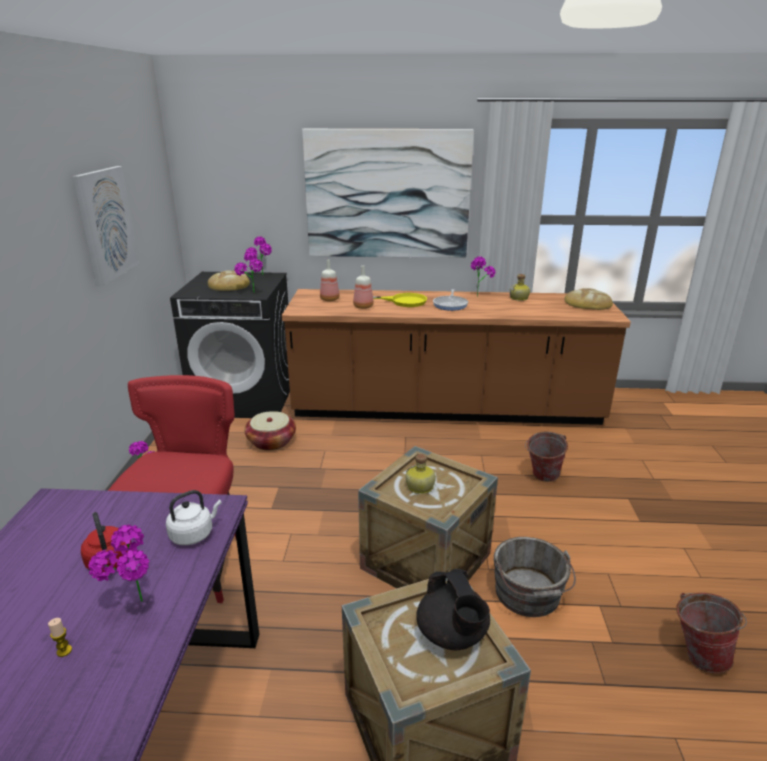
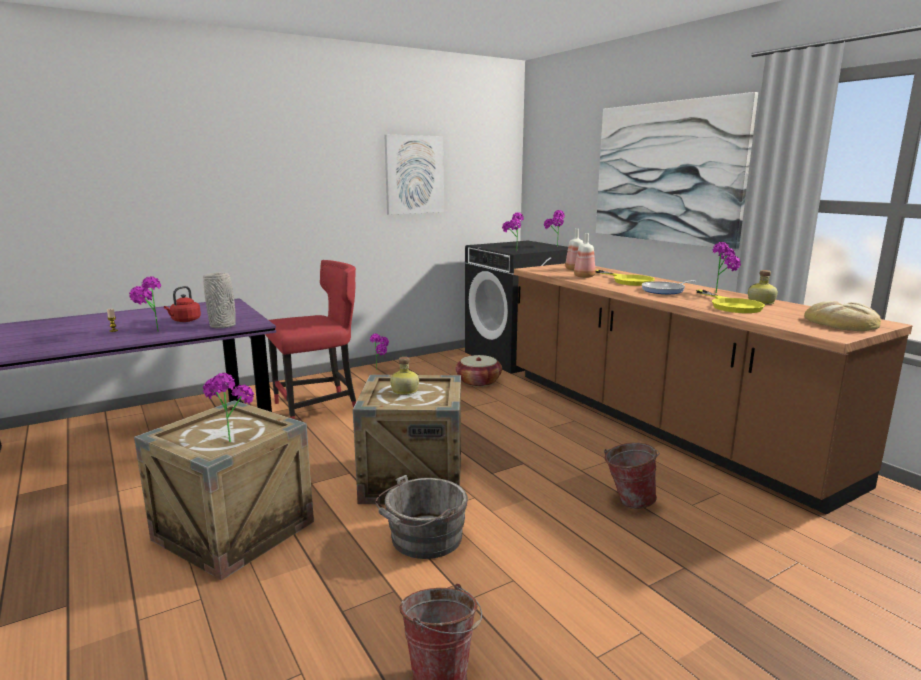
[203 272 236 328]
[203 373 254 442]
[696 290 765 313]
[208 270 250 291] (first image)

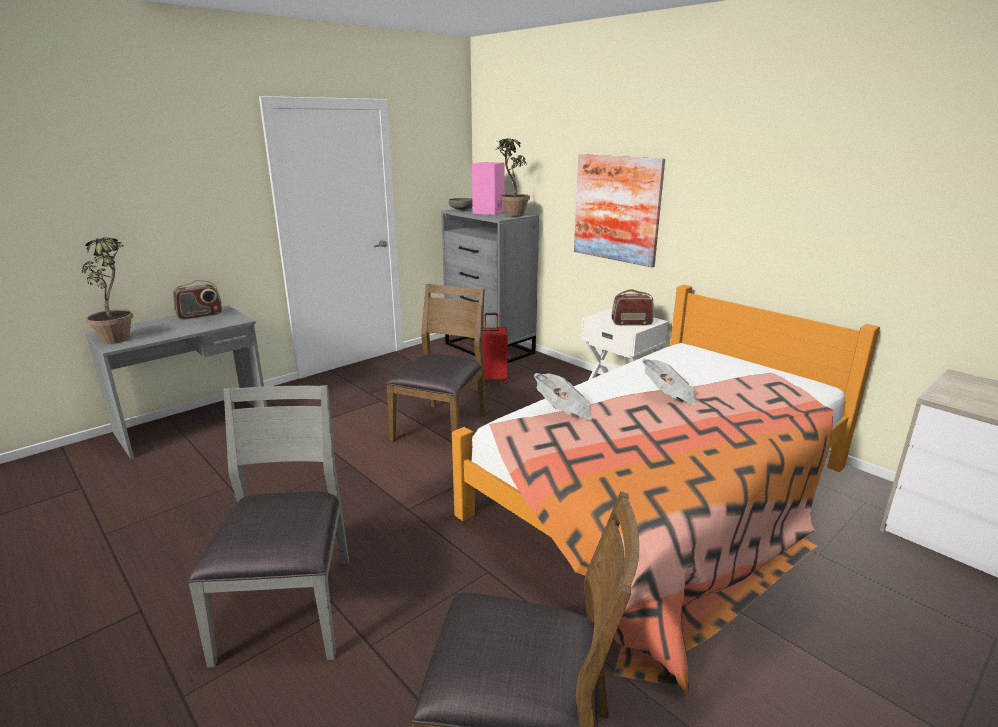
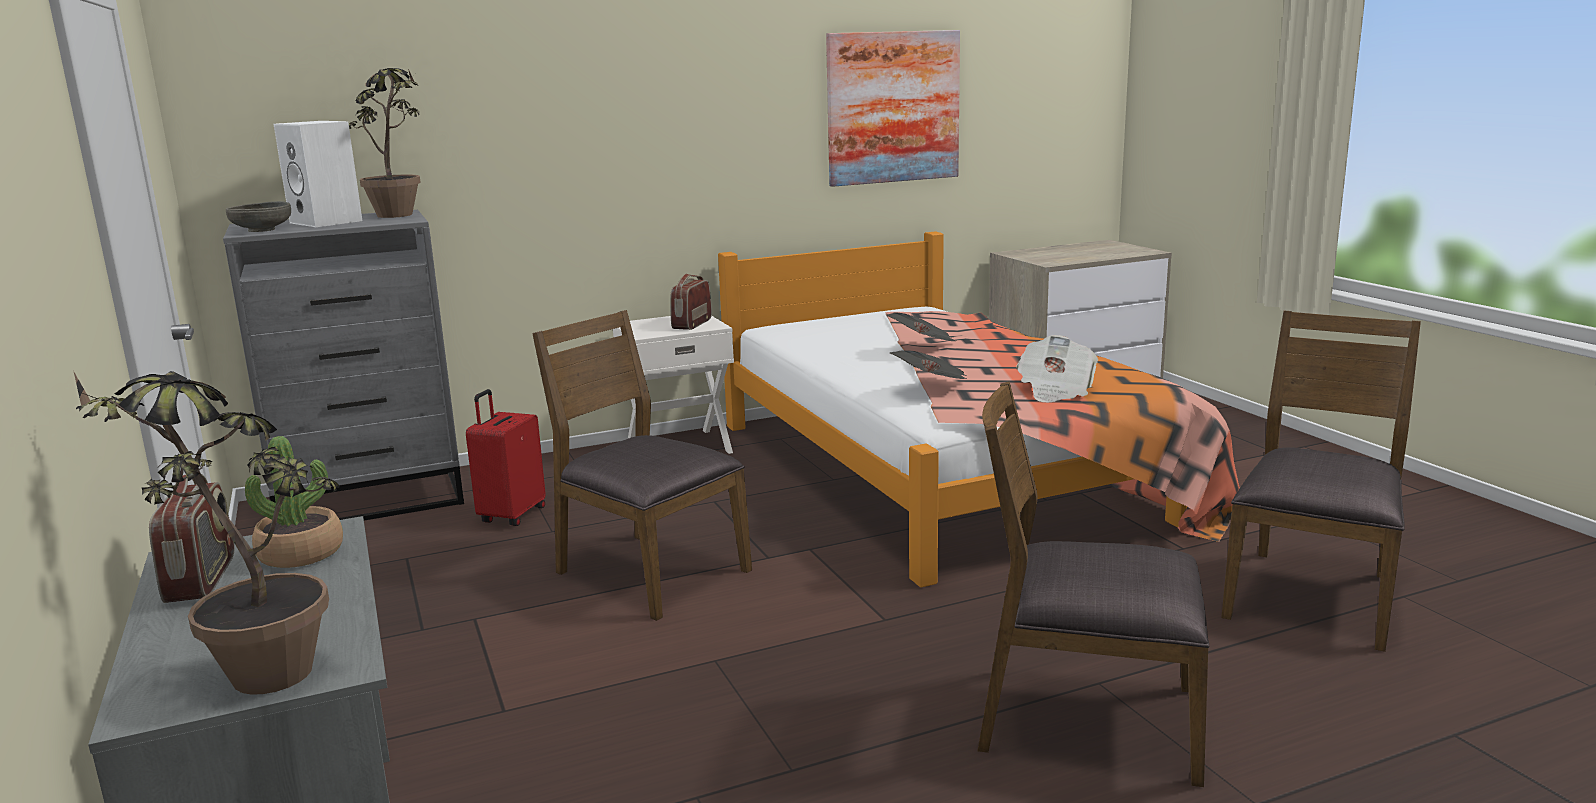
[245 436 343 568]
[273 121 363 227]
[826 30 960 187]
[977 381 1209 787]
[1016 335 1098 402]

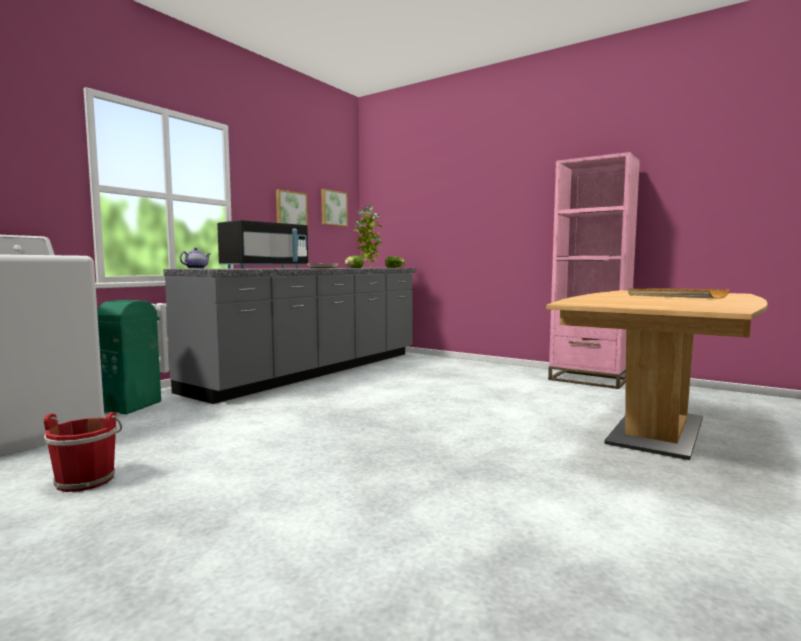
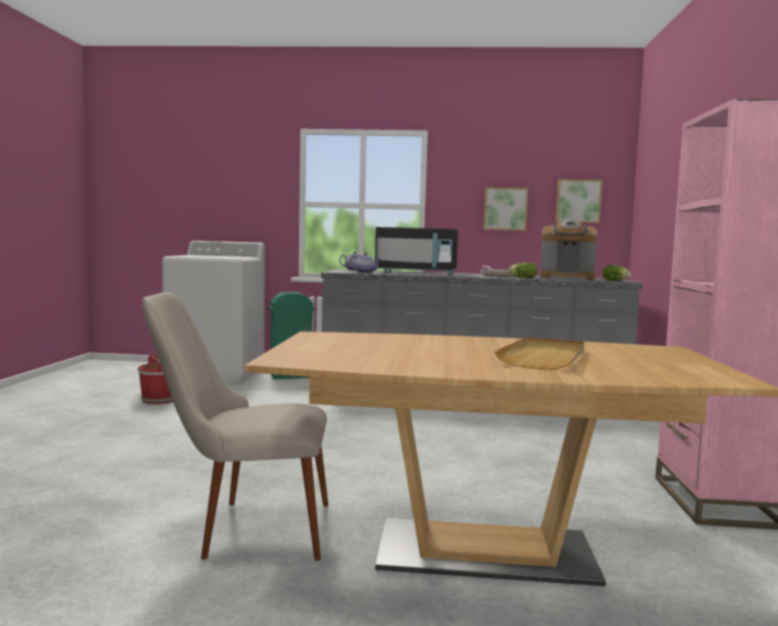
[142 293 328 561]
[350 253 381 273]
[540 220 597 280]

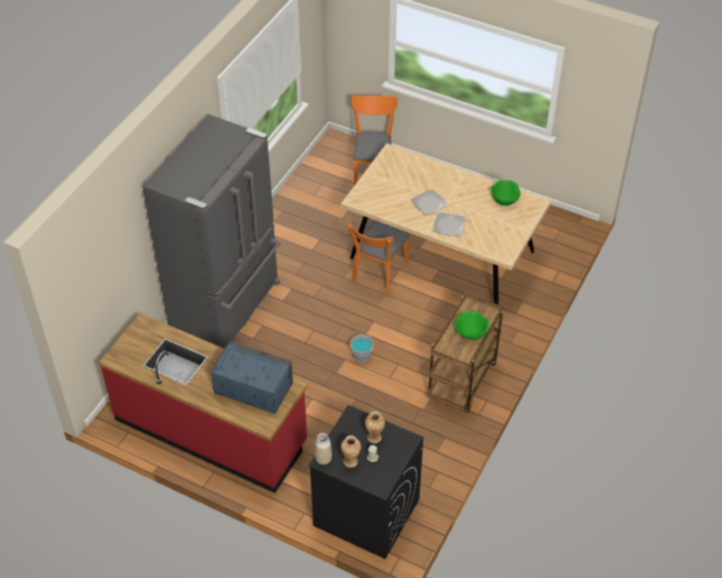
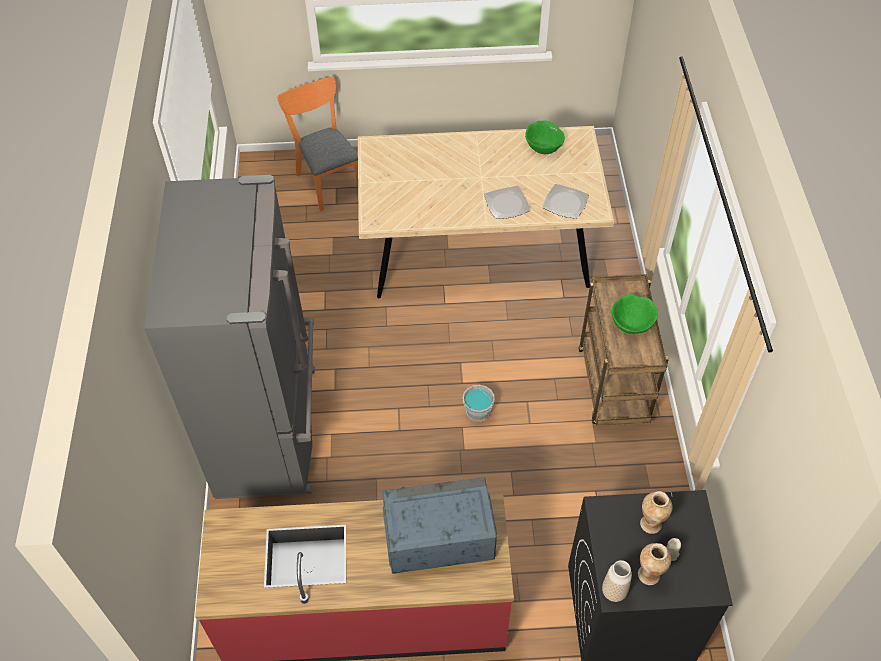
[543 184 589 219]
[347 221 410 294] (first image)

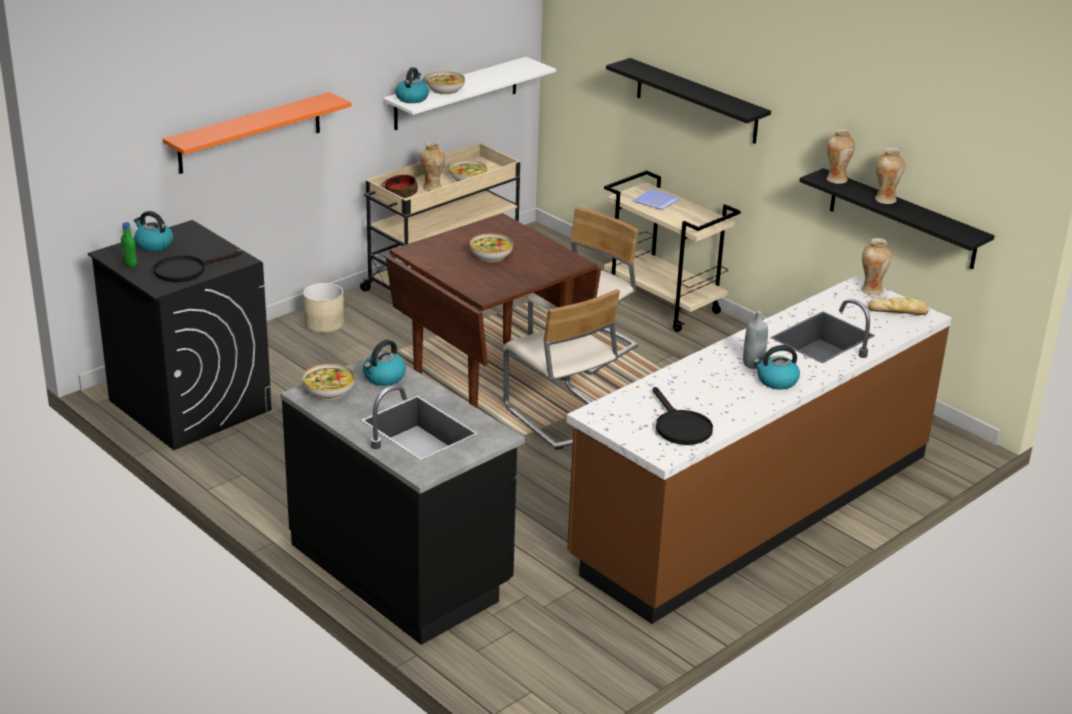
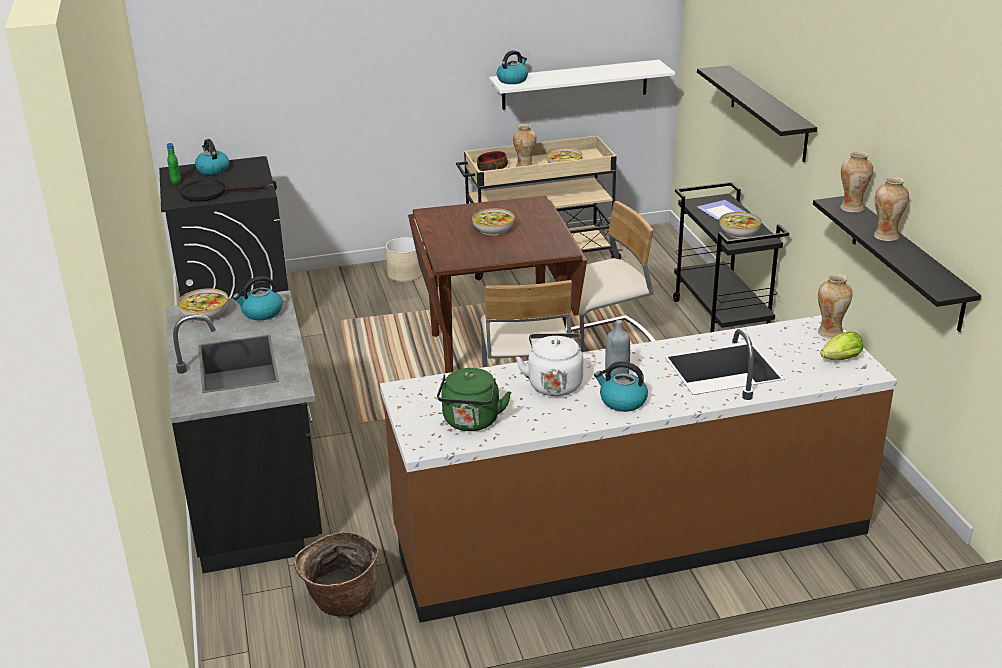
[294 532 380 617]
[437 368 511 431]
[516 333 583 396]
[673 182 789 332]
[720 212 762 238]
[820 331 863 360]
[163 92 352 174] (first image)

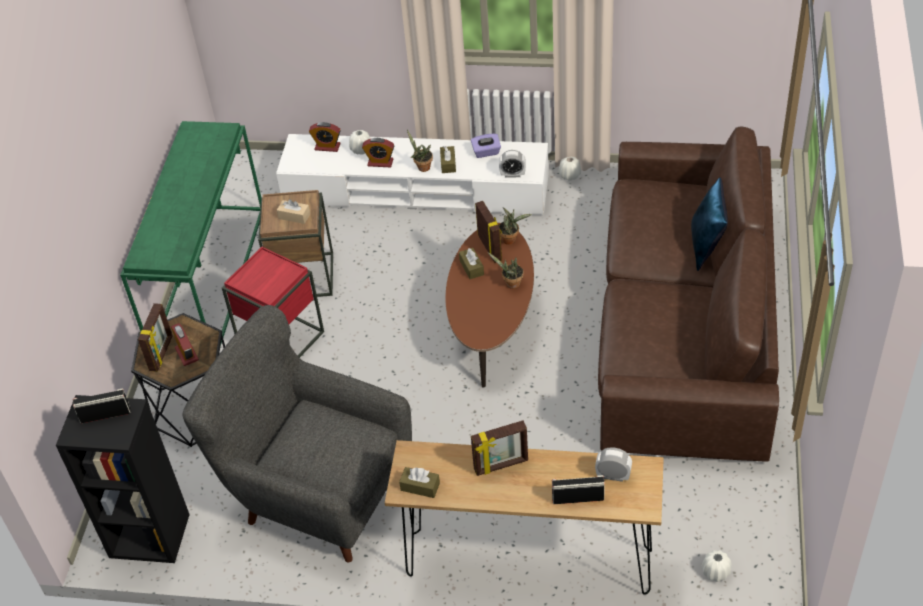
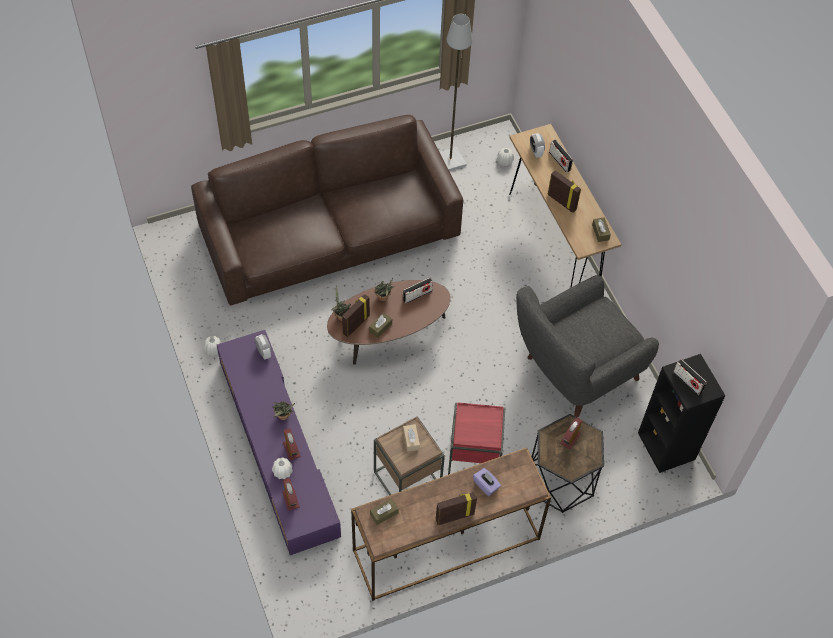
[217 330 341 555]
[351 448 551 601]
[370 498 399 525]
[403 277 433 304]
[436 492 477 525]
[440 14 473 171]
[473 468 501 496]
[516 275 659 417]
[691 177 728 271] (first image)

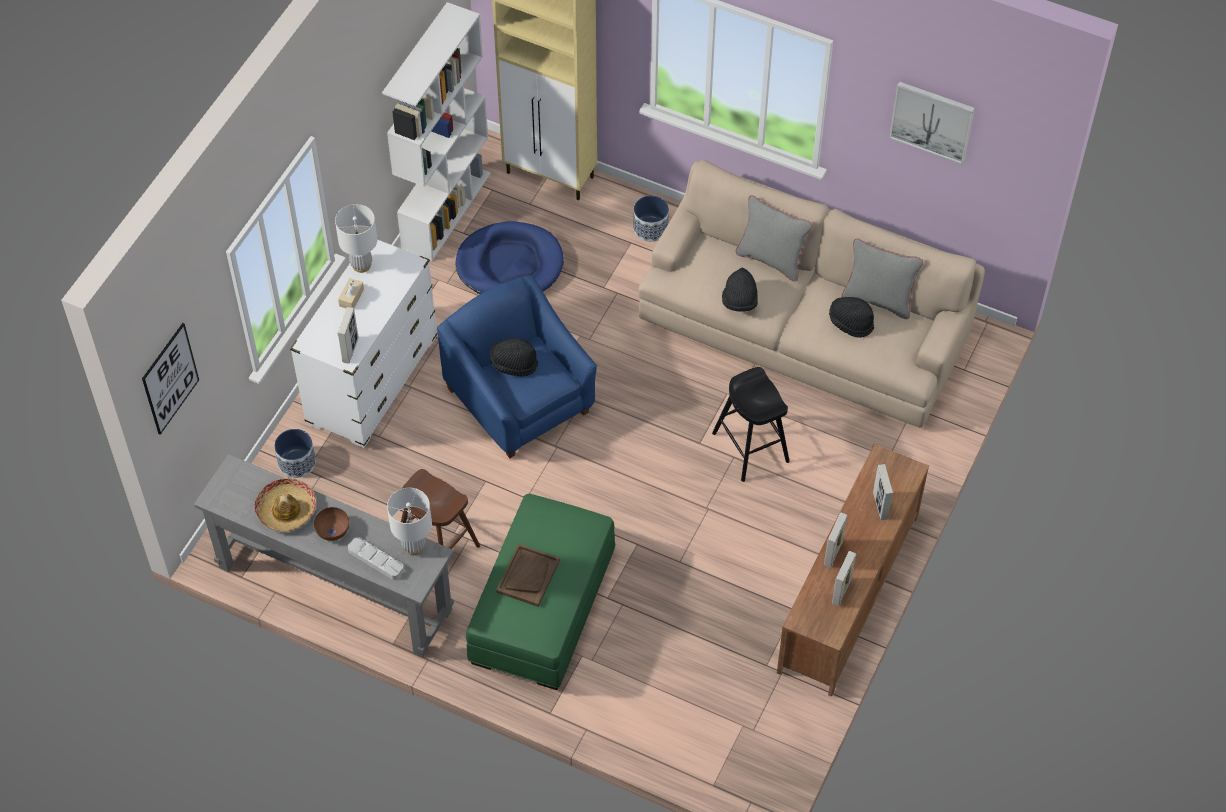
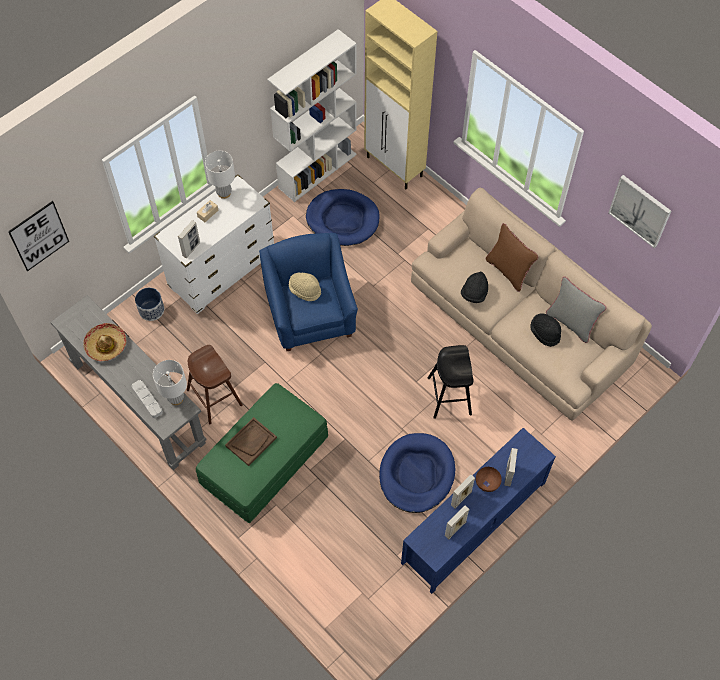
[289 273 321 301]
[379 433 455 513]
[401 428 556 594]
[476 467 502 492]
[486 223 538 292]
[633 195 669 242] (first image)

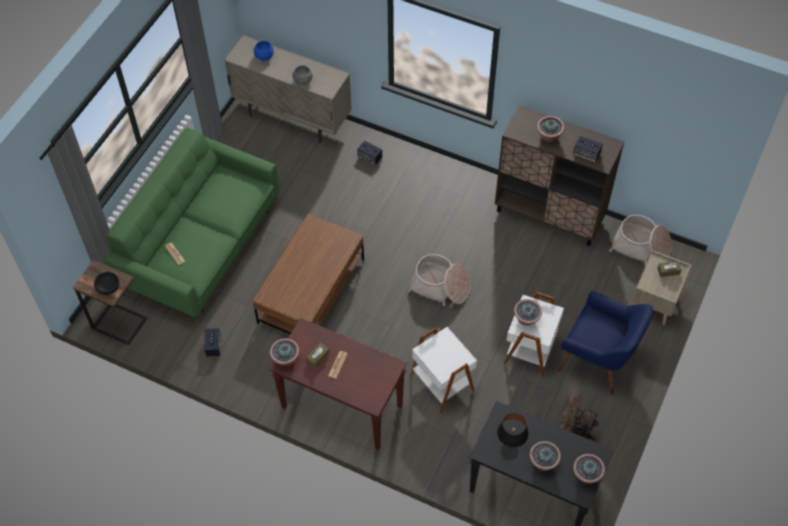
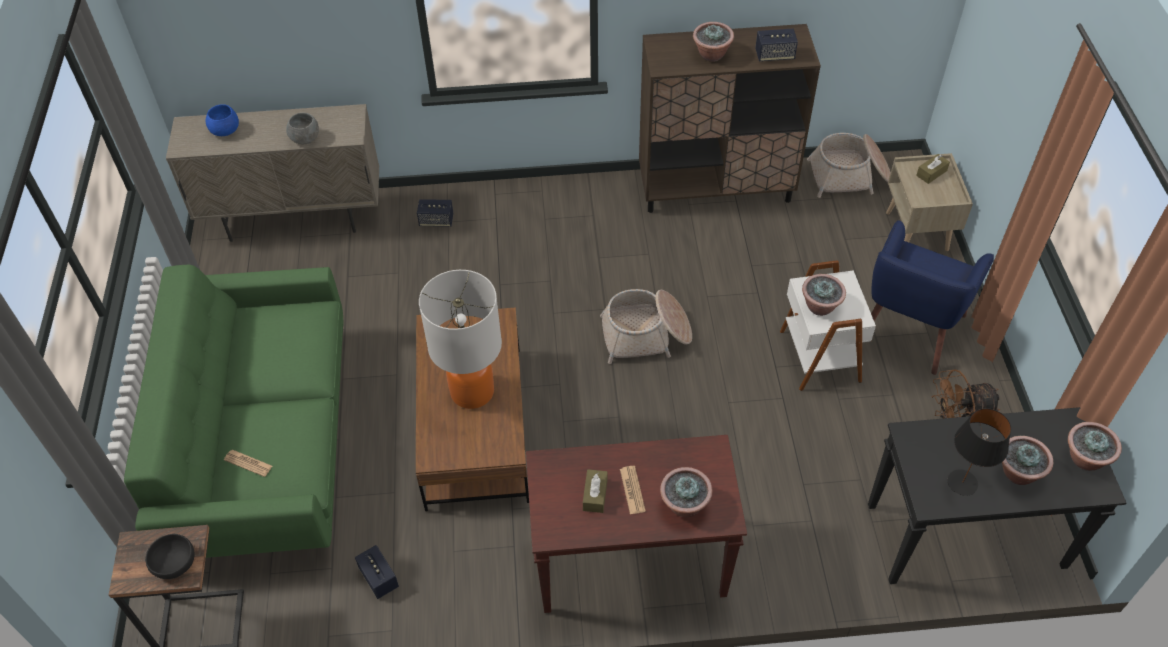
[419 270 502 409]
[660 467 713 517]
[871 220 994 375]
[410 327 477 413] (first image)

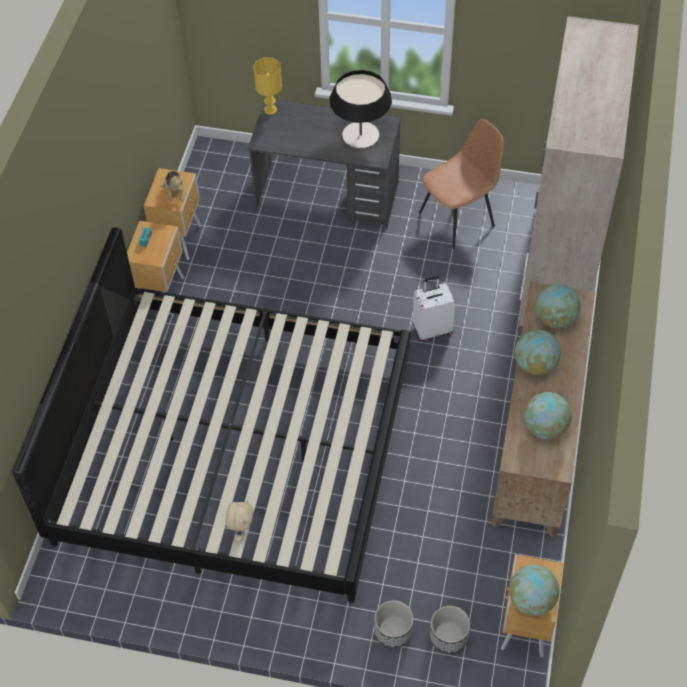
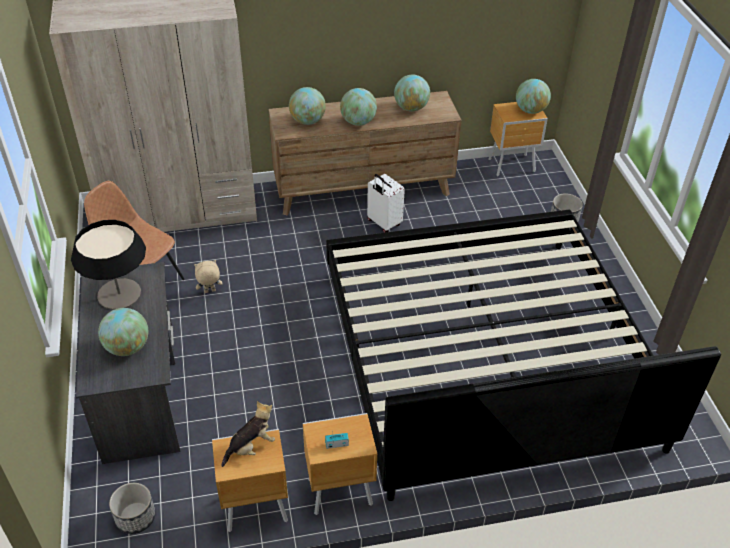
[98 308 148 356]
[109 483 155 534]
[194 260 223 293]
[367 174 405 232]
[253 57 282 115] (first image)

